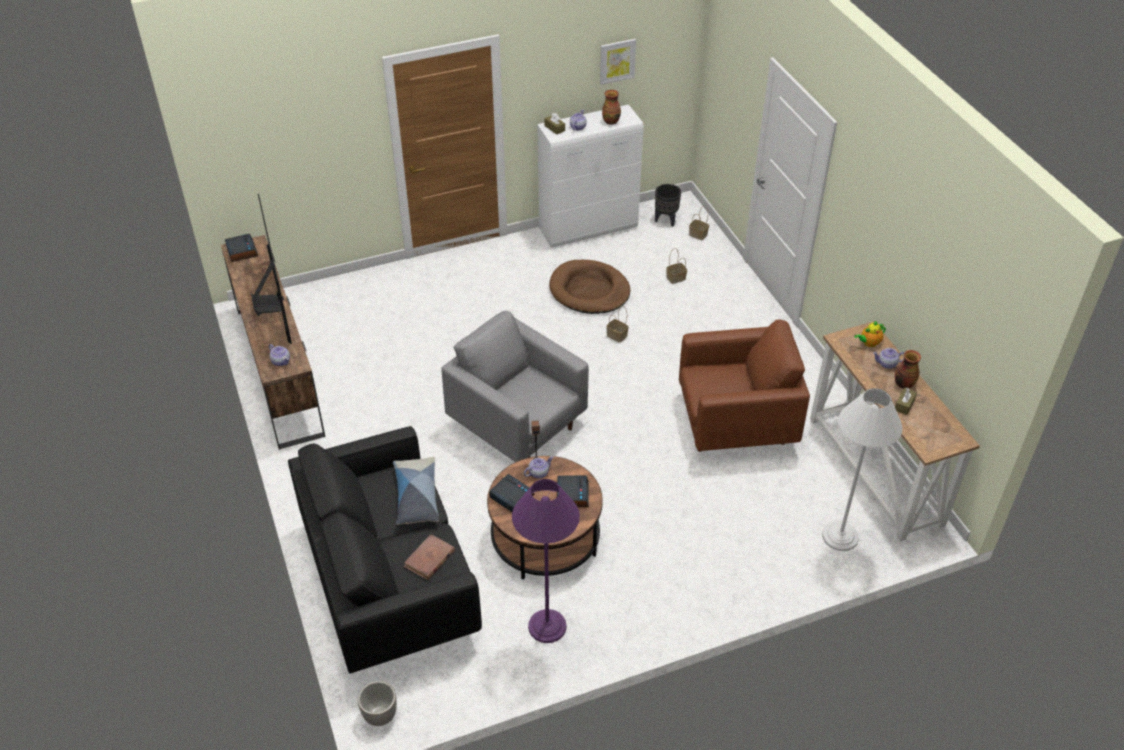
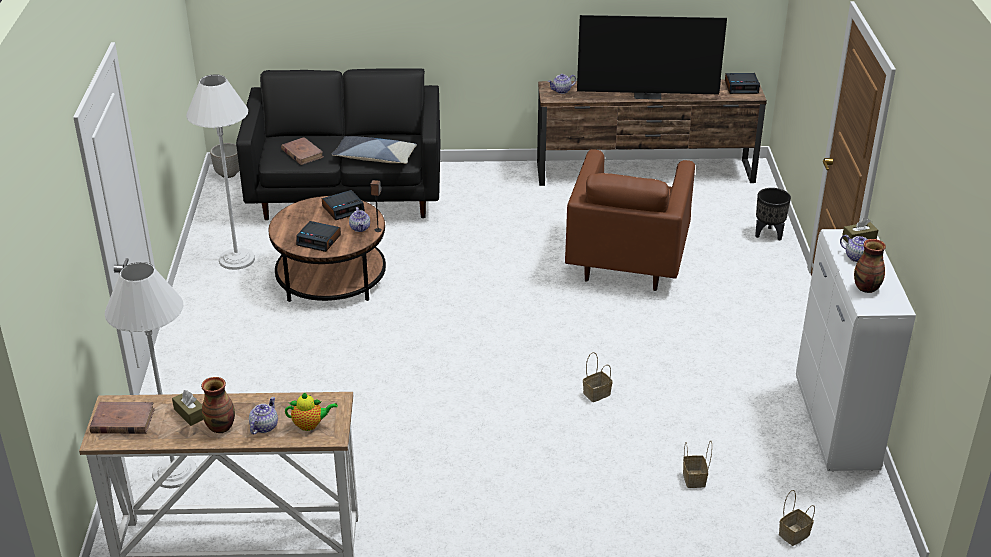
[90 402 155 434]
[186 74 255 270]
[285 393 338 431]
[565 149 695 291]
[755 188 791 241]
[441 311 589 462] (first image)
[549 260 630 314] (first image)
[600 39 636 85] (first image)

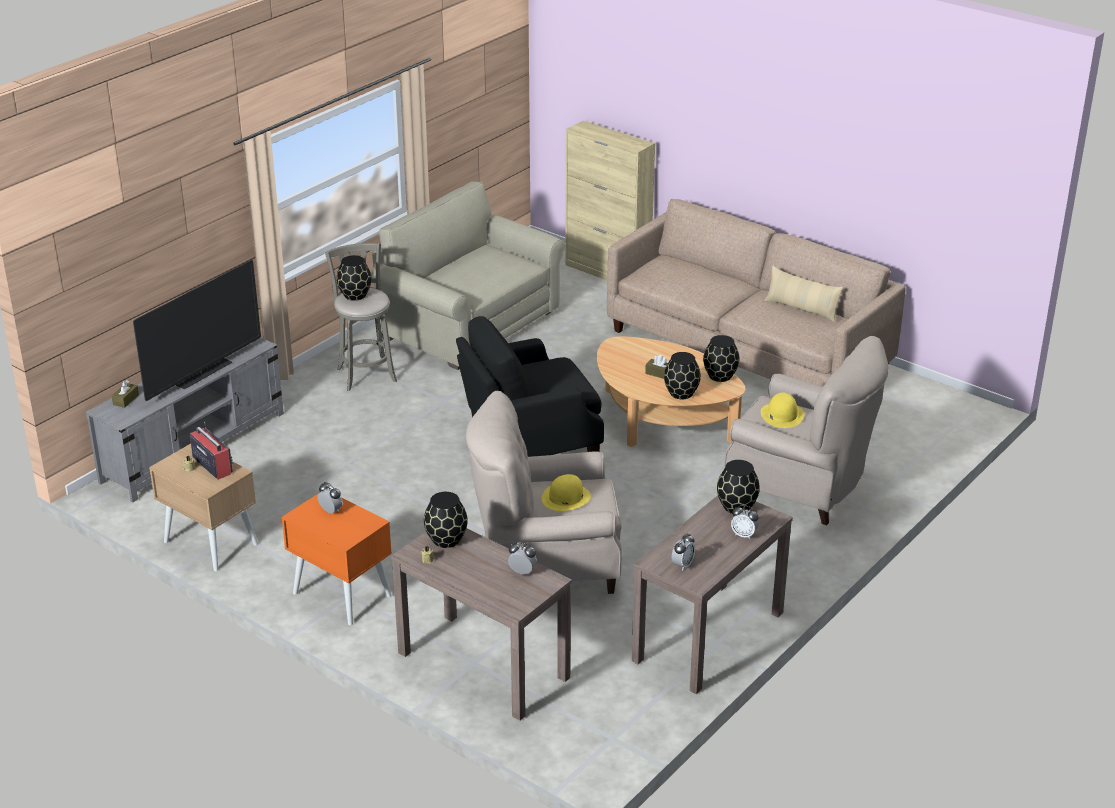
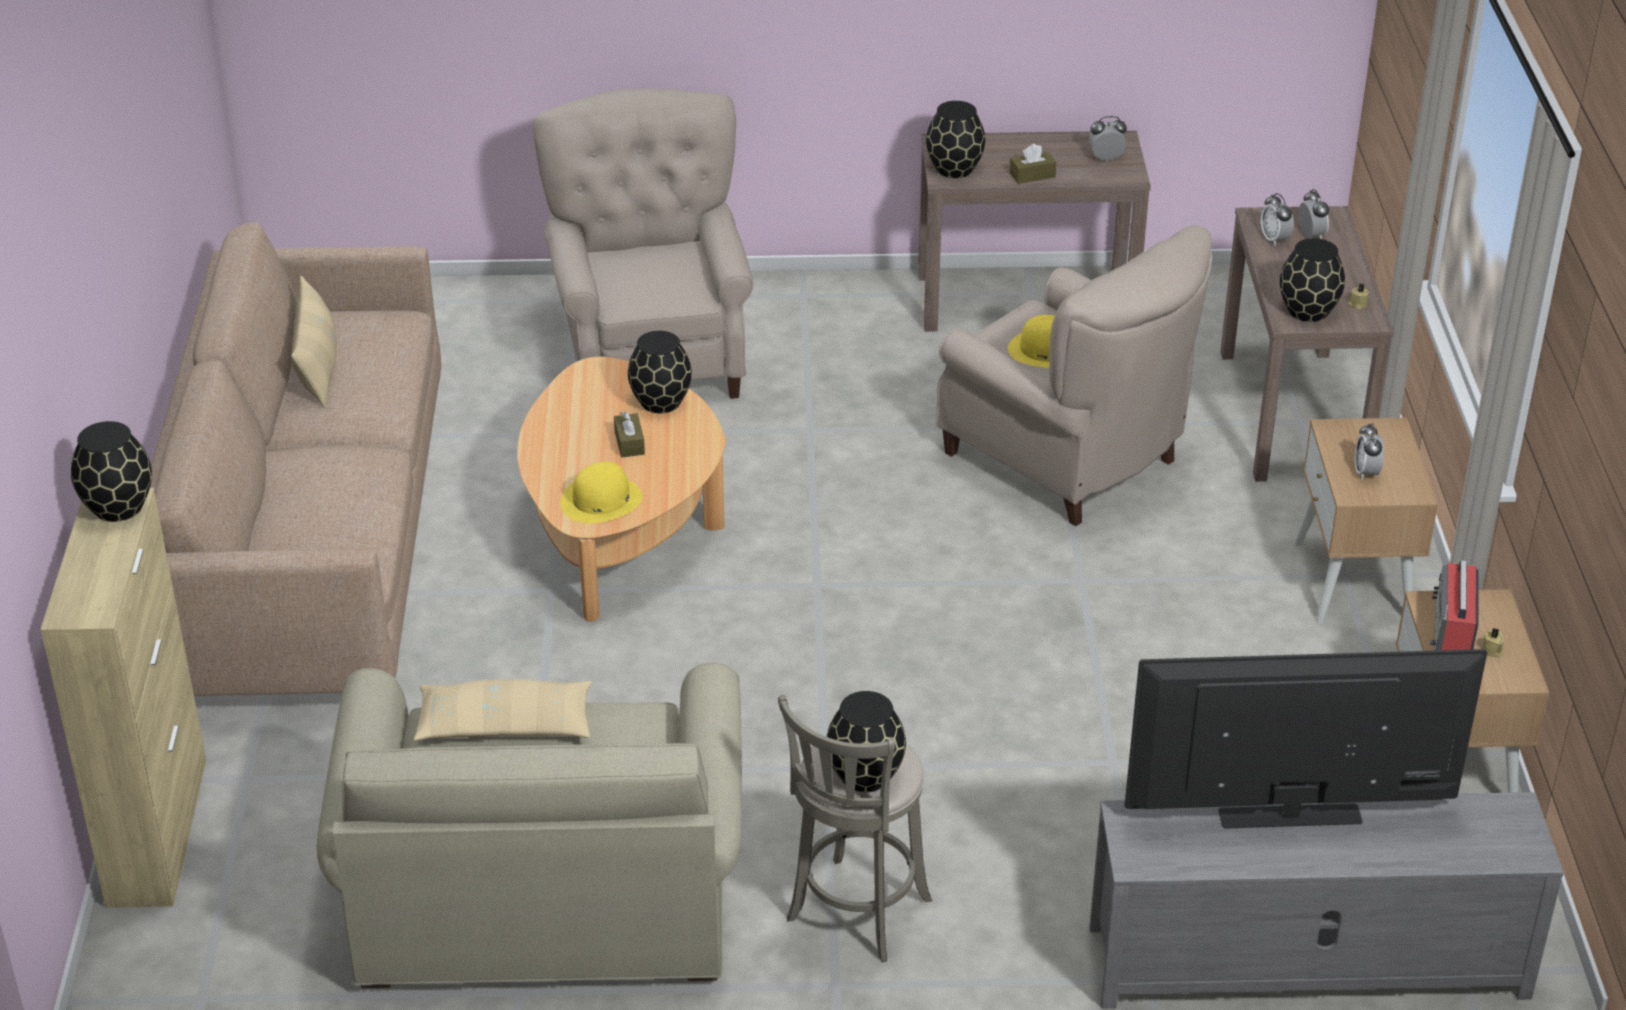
[71 421 152 522]
[414 679 593 741]
[560 462 642 523]
[1010 144 1056 184]
[1294 418 1438 624]
[1299 189 1329 239]
[456 316 604 457] (first image)

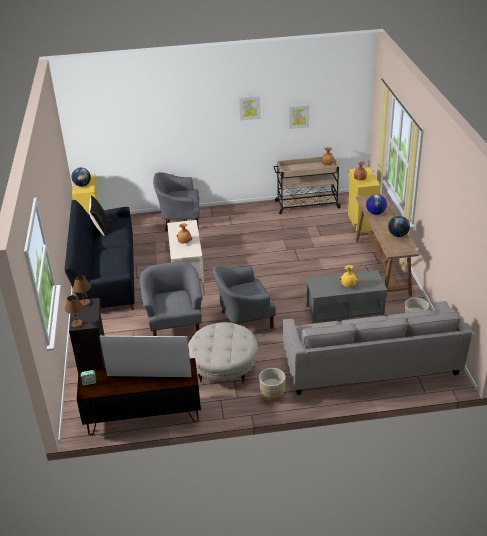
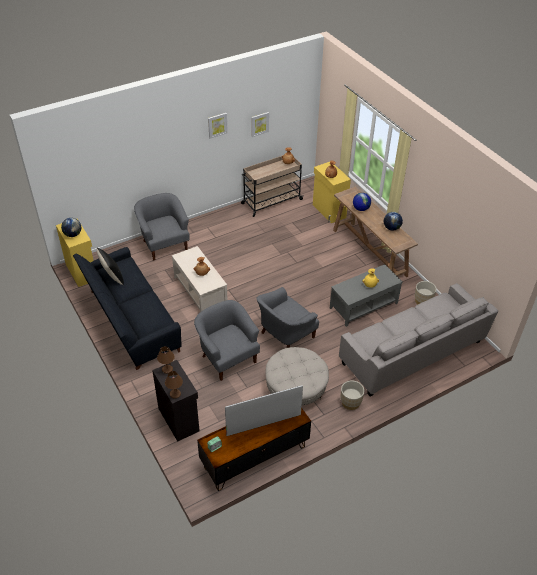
[134 193 190 260]

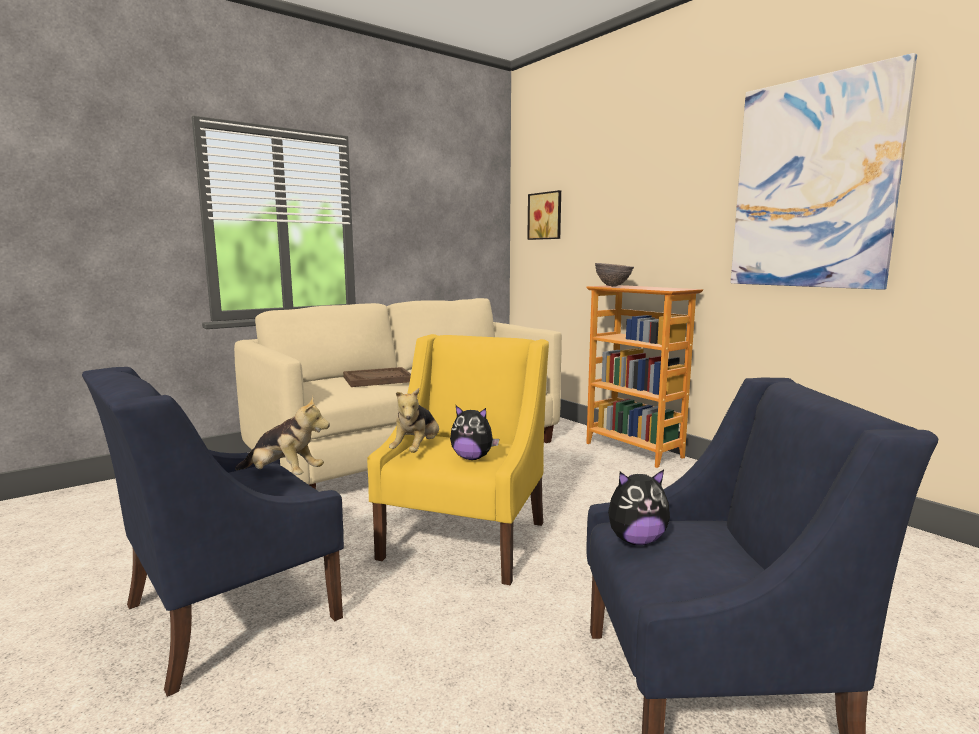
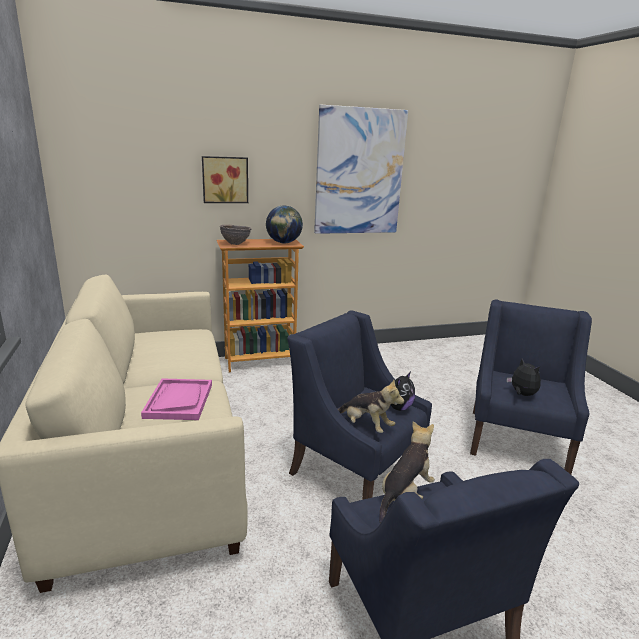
[141 378 212 420]
[202 156 248 203]
[266 206 303 244]
[287 310 432 500]
[506 359 541 396]

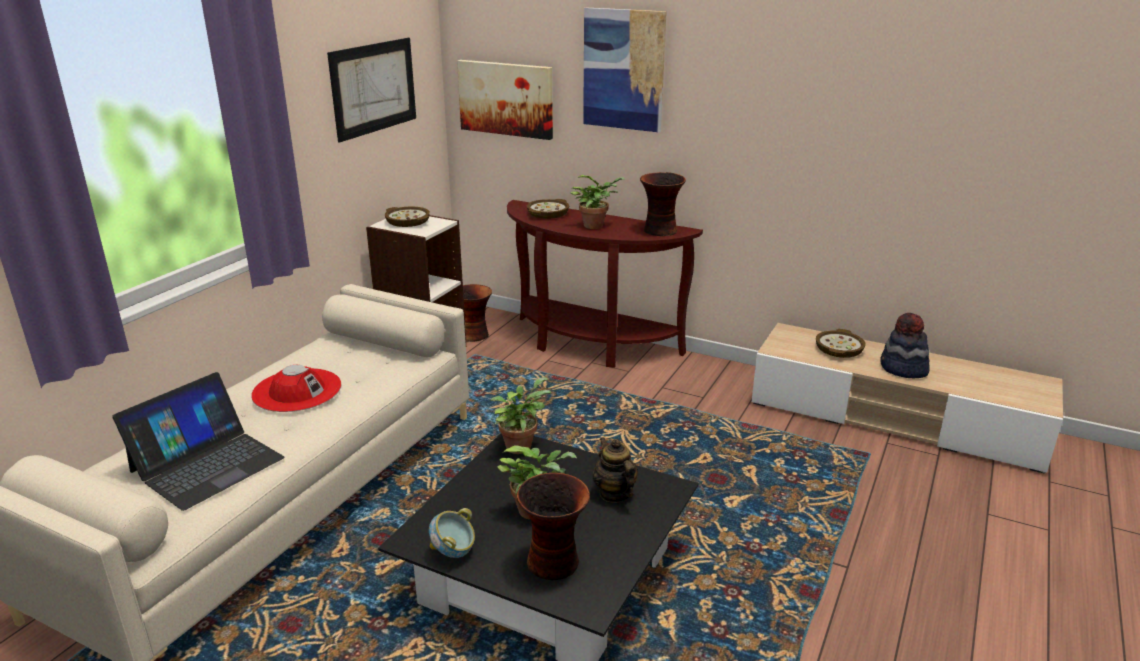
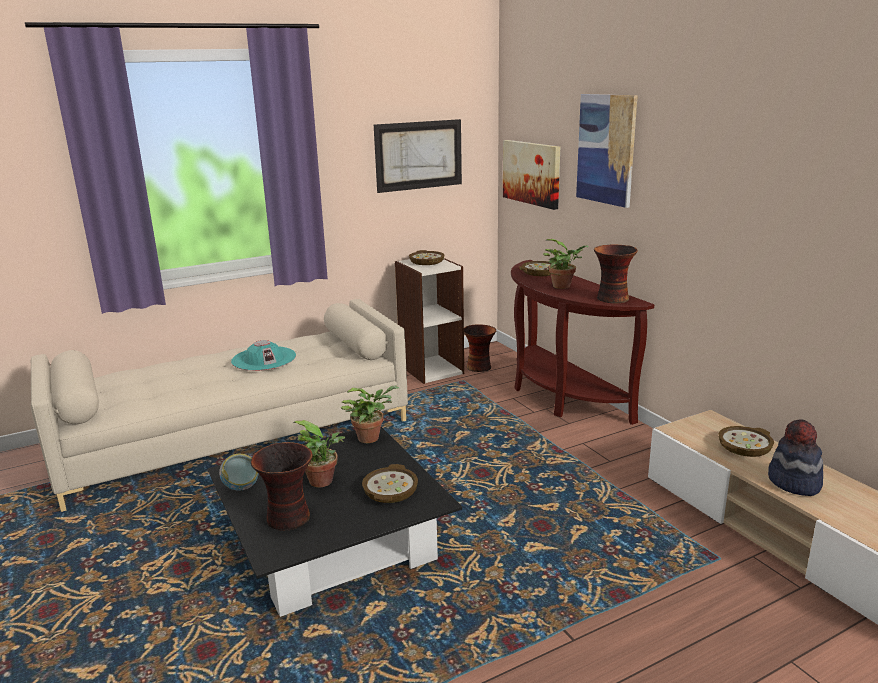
[231 340 296 371]
[362 464 418 503]
[112 372 285 511] (first image)

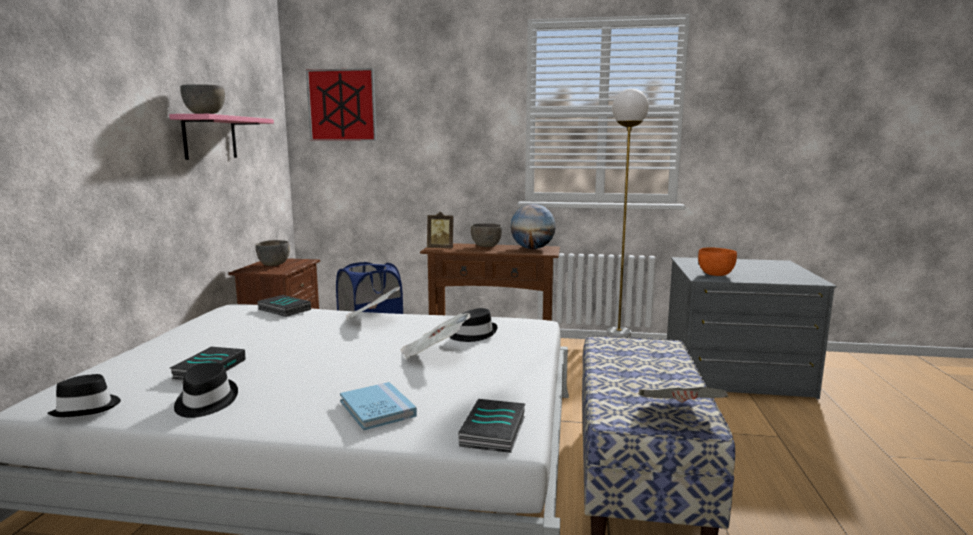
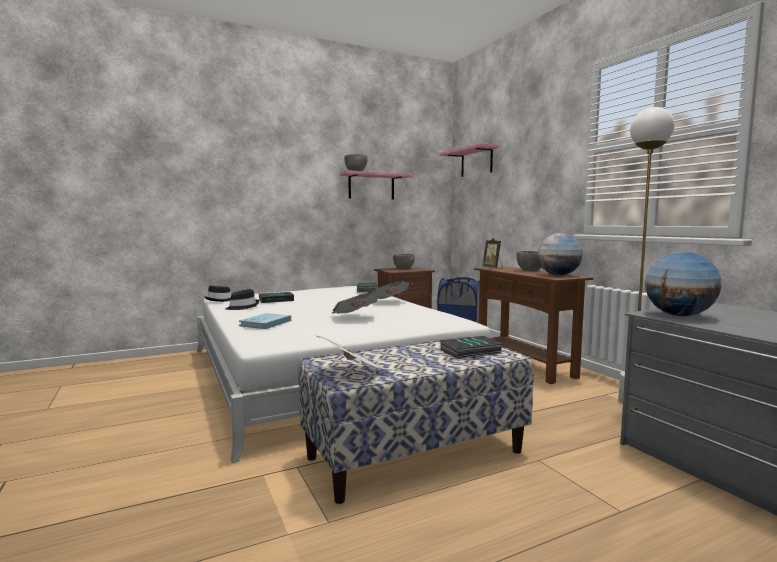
[439 143 499 177]
[441 336 503 359]
[645 251 721 316]
[450 308 497 342] (first image)

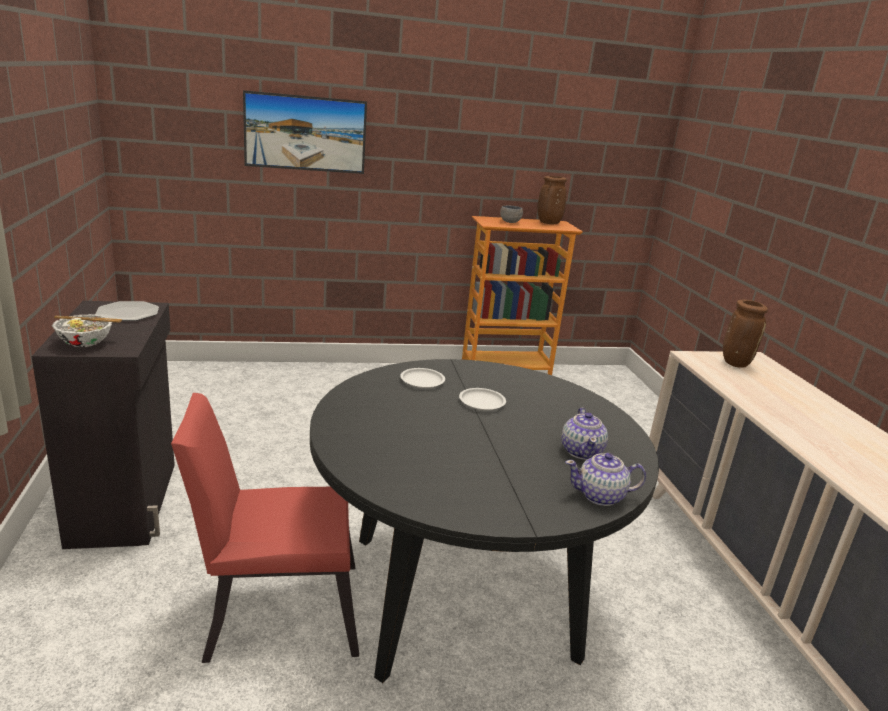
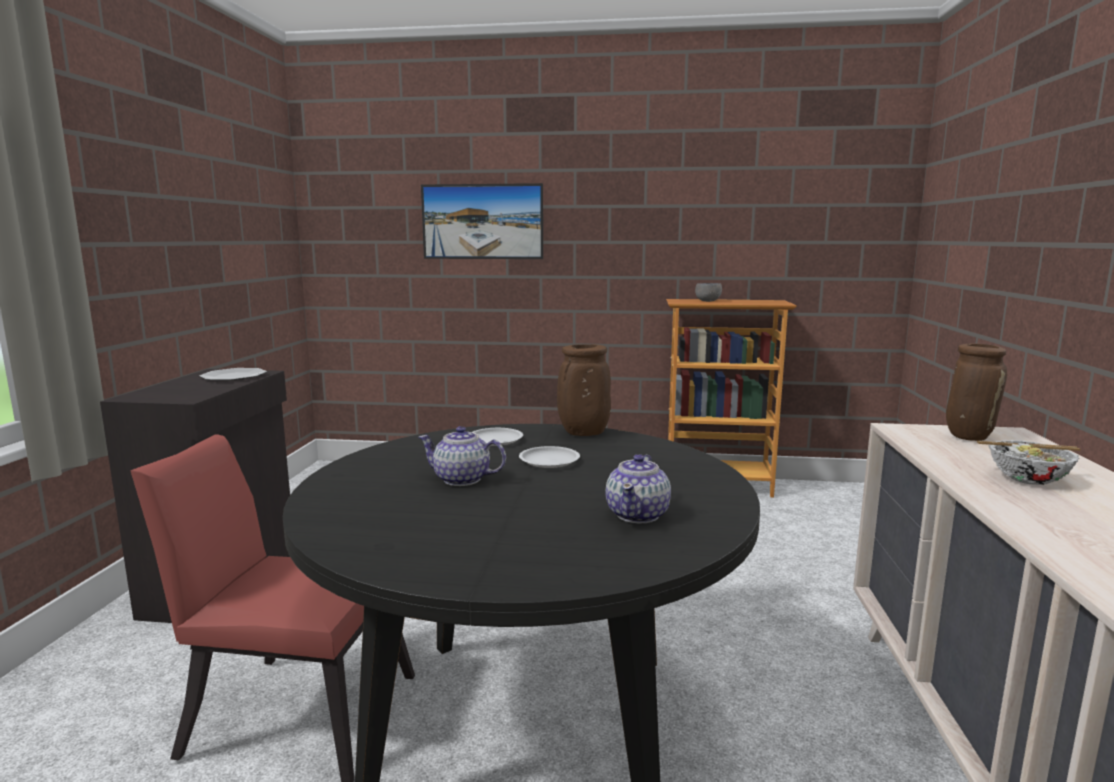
[418 426 506 486]
[557 344 611 436]
[977 440 1080 485]

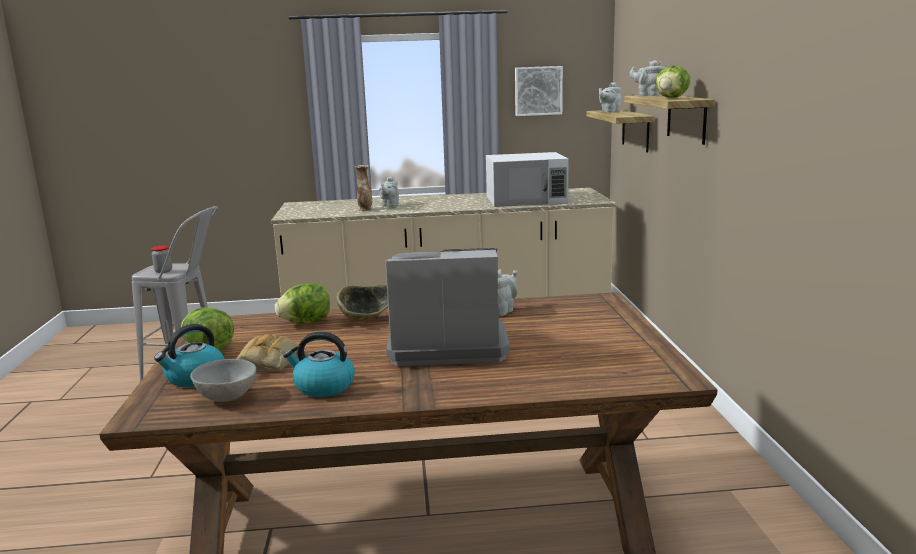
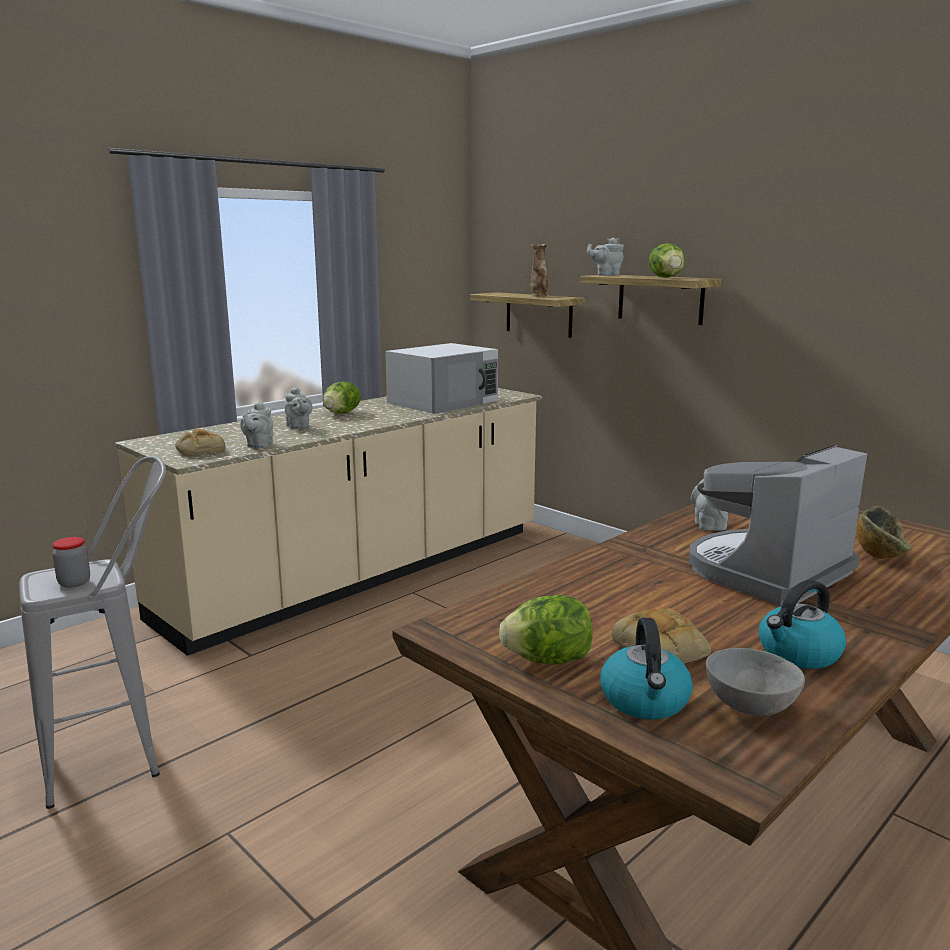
[175 428 225 456]
[240 401 273 449]
[323 381 361 414]
[531 244 548 297]
[857 506 912 559]
[515 66 563 116] (first image)

